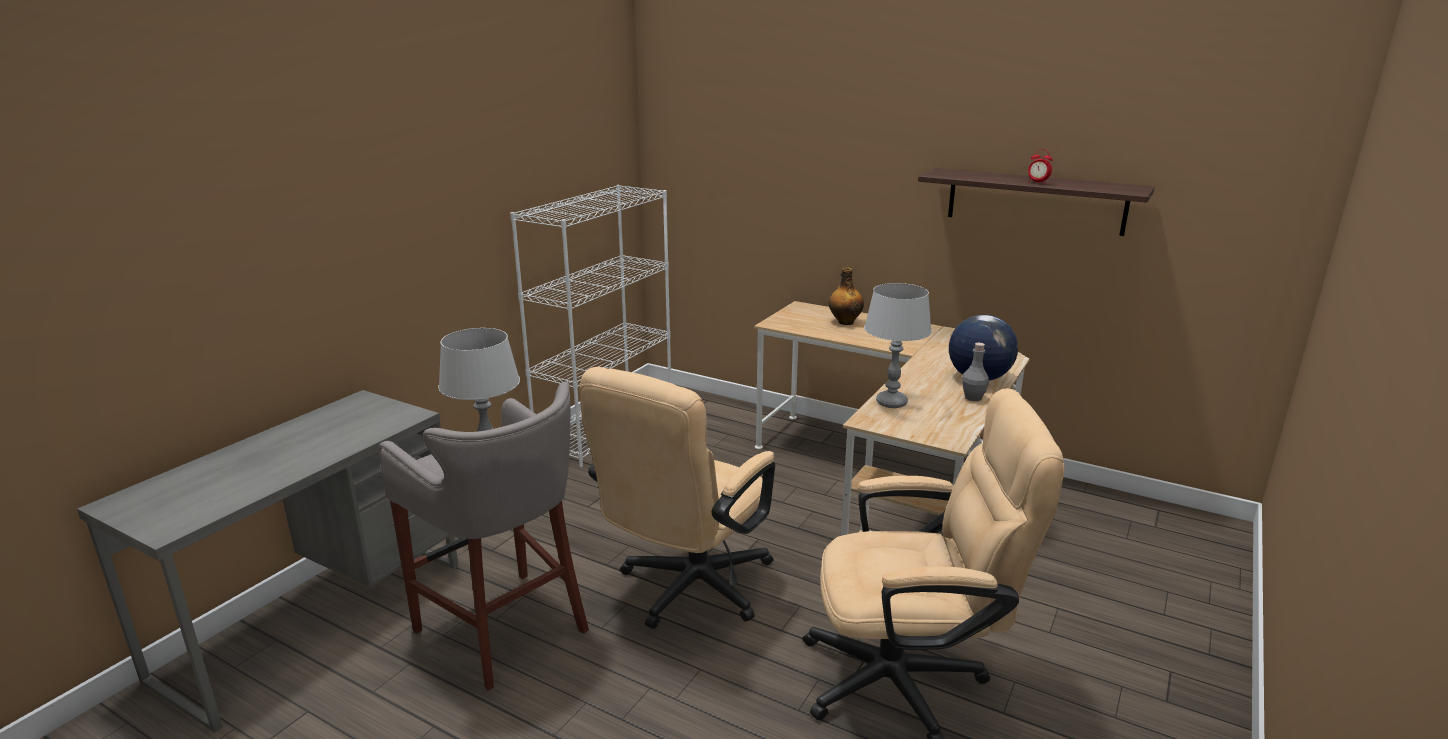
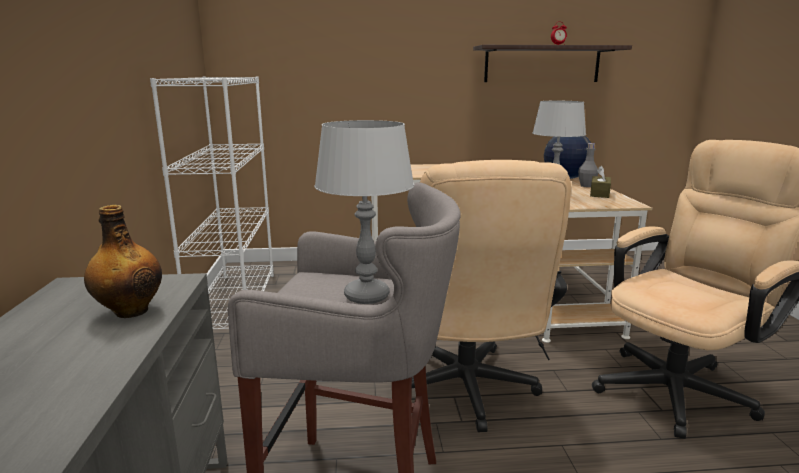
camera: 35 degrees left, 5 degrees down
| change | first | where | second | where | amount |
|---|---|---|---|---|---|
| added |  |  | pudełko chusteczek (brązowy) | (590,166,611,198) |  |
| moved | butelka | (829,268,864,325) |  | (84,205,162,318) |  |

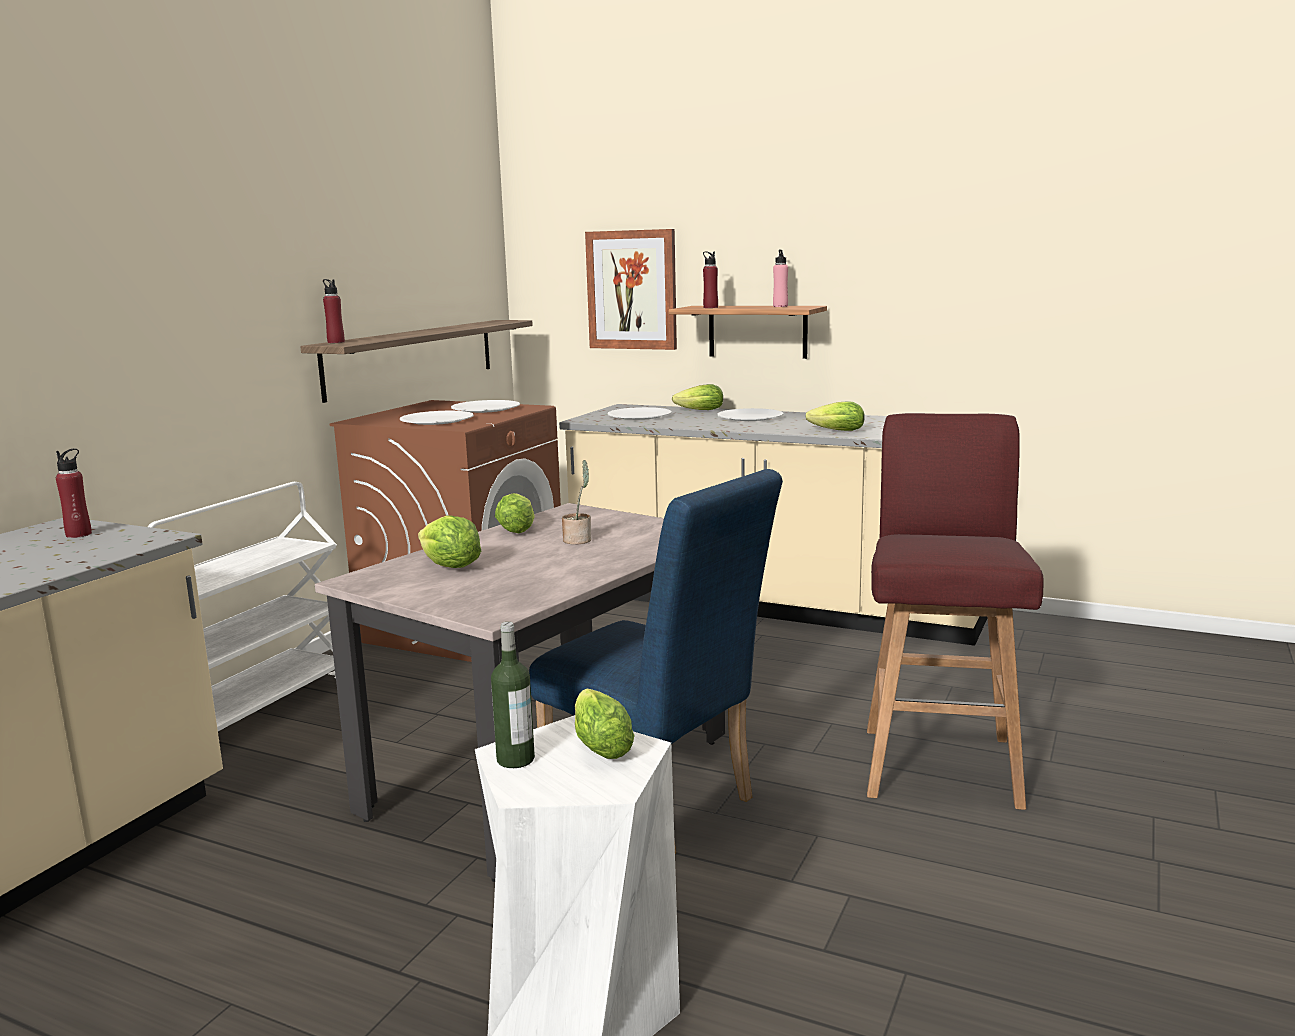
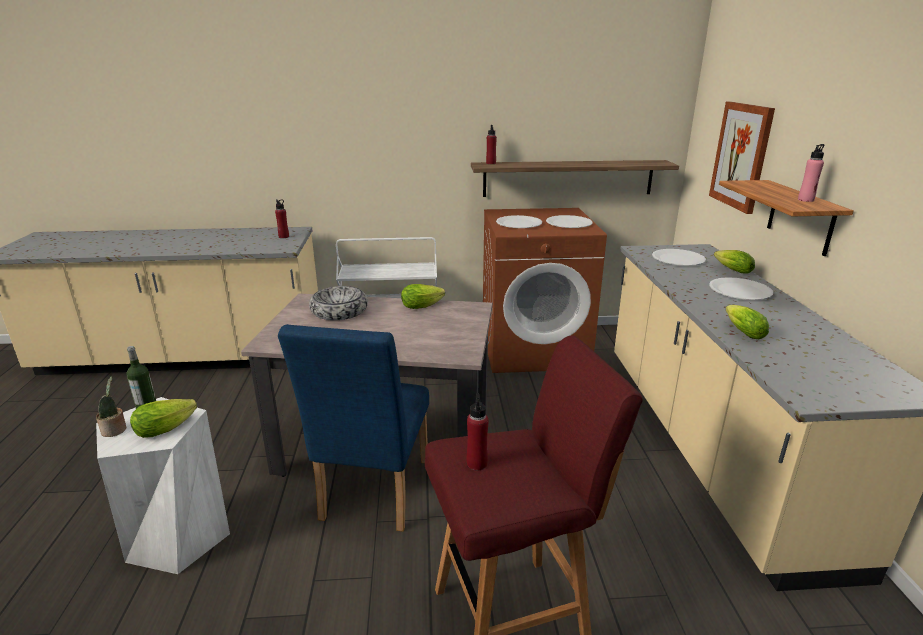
camera: 60 degrees right, 10 degrees up
| change | first | where | second | where | amount |
|---|---|---|---|---|---|
| moved | roślina doniczkowa | (562,460,591,545) |  | (96,376,126,437) |  |
| moved | butelka (czerwony) | (703,252,718,308) |  | (467,393,489,470) |  |
| replaced | sałata | (418,515,481,568) | miska | (309,286,368,320) |  |

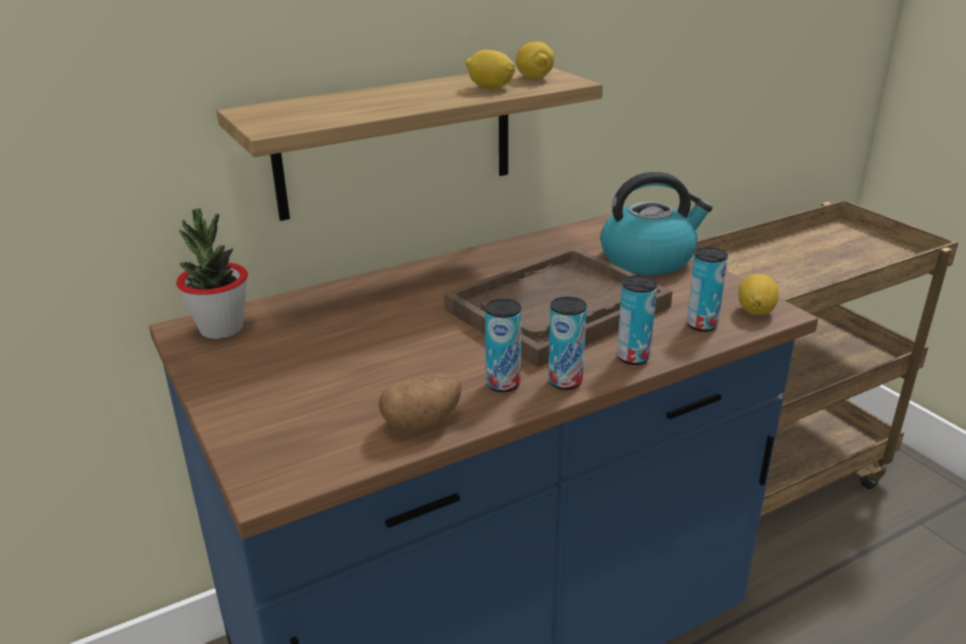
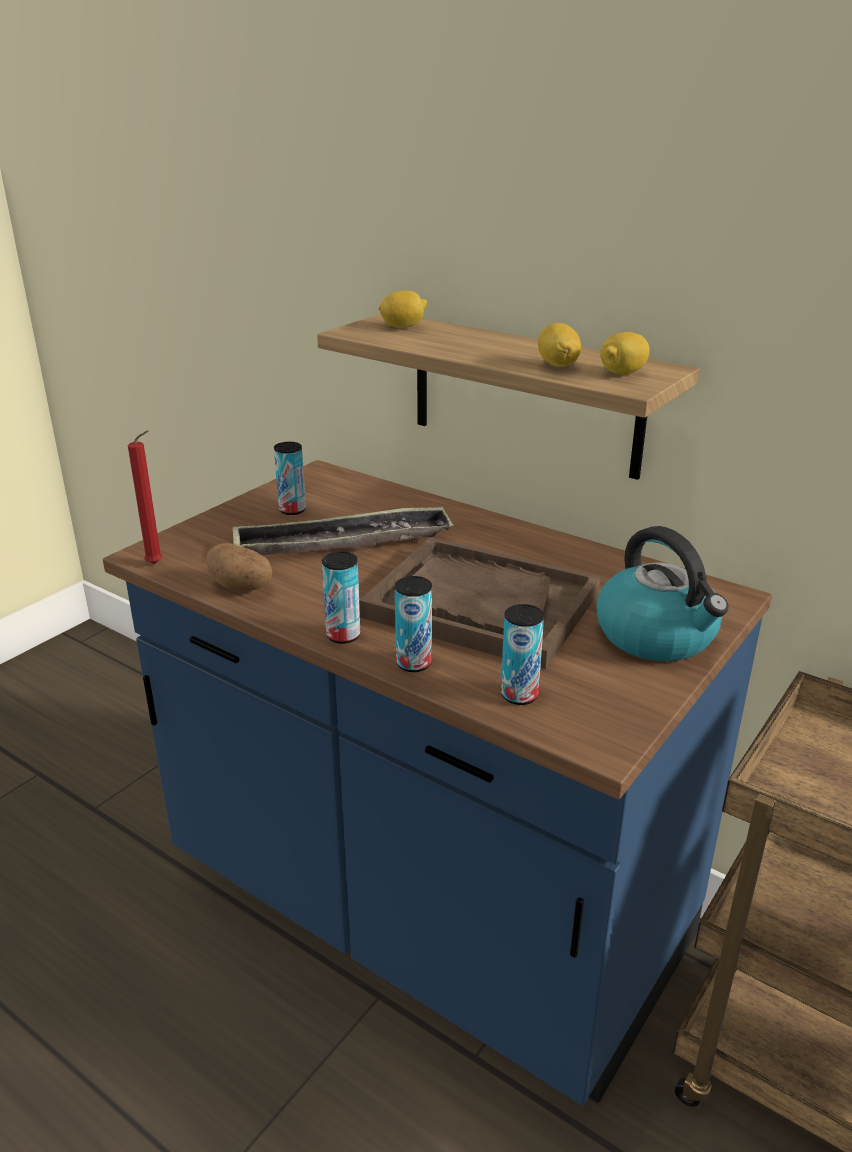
camera: 65 degrees right, 0 degrees up
| change | first | where | second | where | amount |
|---|---|---|---|---|---|
| removed | roślina doniczkowa | (176,208,248,339) |  |  |  |
| added |  |  | świeca (czerwony) | (128,430,163,564) |  |
| added |  |  | taca | (233,506,453,555) |  |
| moved | puszka | (485,299,521,392) |  | (274,442,306,515) |  |
| moved | cytryna | (739,274,779,315) |  | (379,290,427,328) |  |

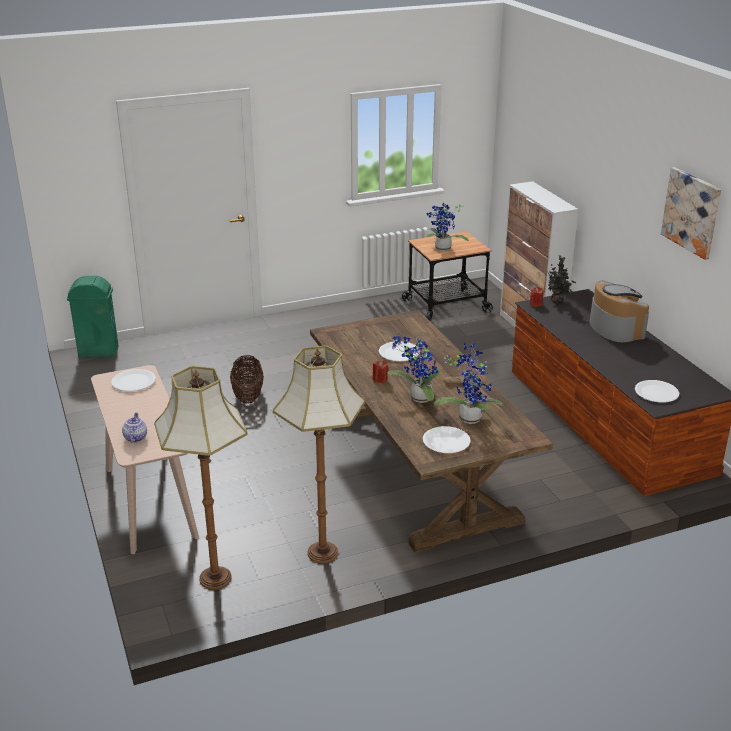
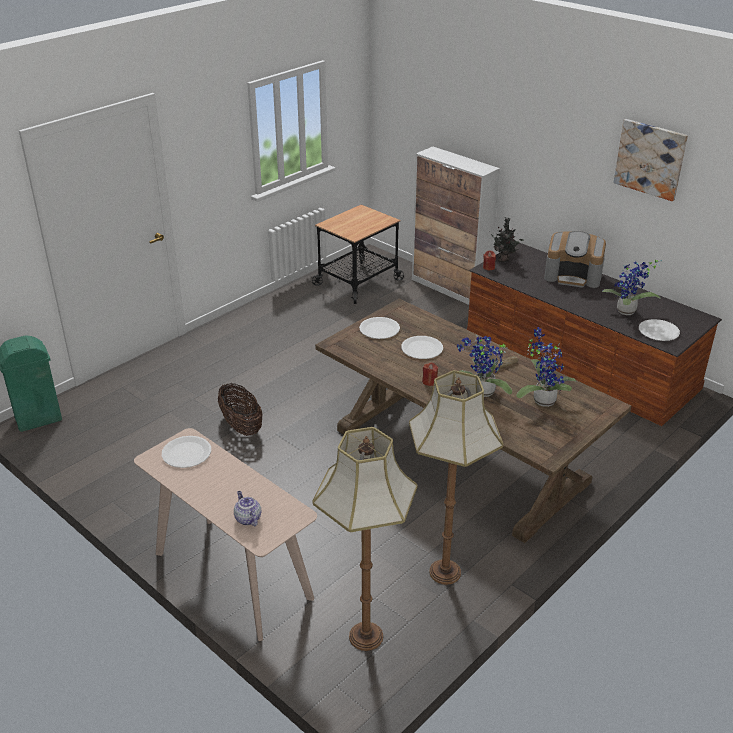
camera: 25 degrees left, 5 degrees up
| change | first | where | second | where | amount |
|---|---|---|---|---|---|
| moved | talerz (biały) | (423,426,471,453) |  | (359,317,400,339) |  |
| moved | roślina doniczkowa | (426,203,469,251) |  | (602,259,662,315) |  |
| turned | ekspres do kawy | (590,280,649,342) |  | (544,231,606,288) | 150 degrees clockwise |

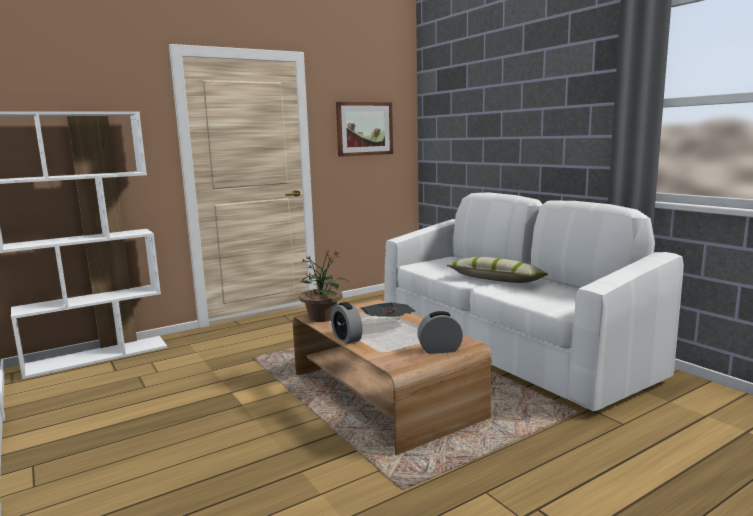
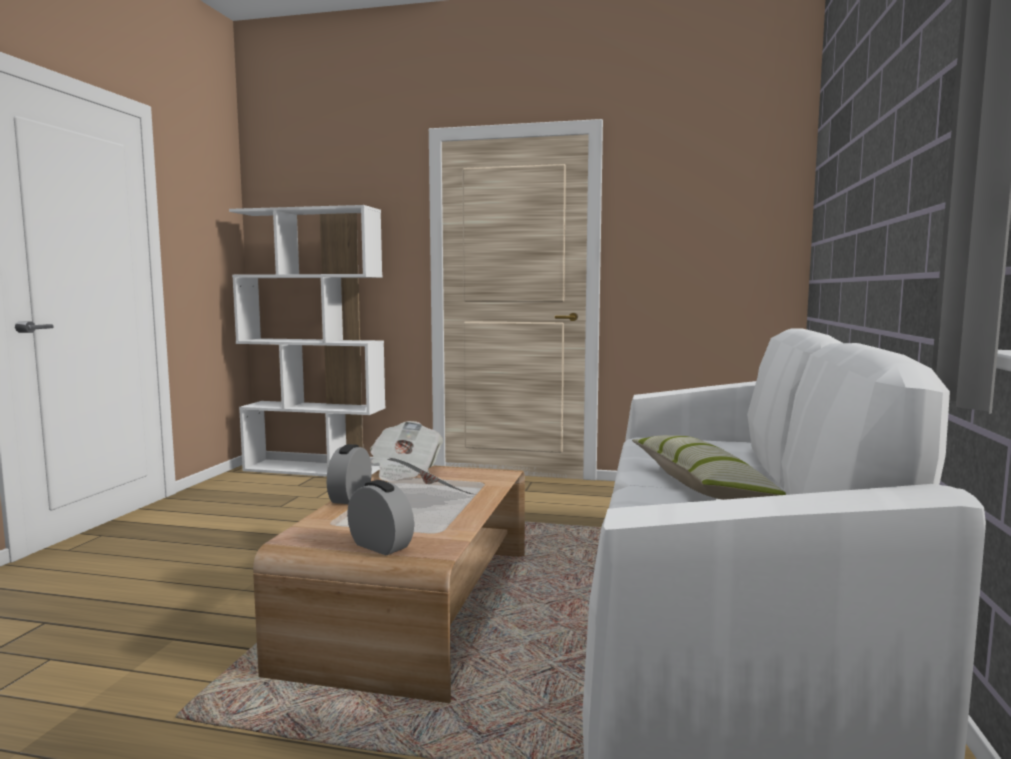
camera: 45 degrees right, 5 degrees down
| change | first | where | second | where | amount |
|---|---|---|---|---|---|
| removed | obraz | (336,102,393,157) |  |  |  |
| replaced | roślina doniczkowa | (299,250,346,322) | gazeta | (370,421,443,481) |  |

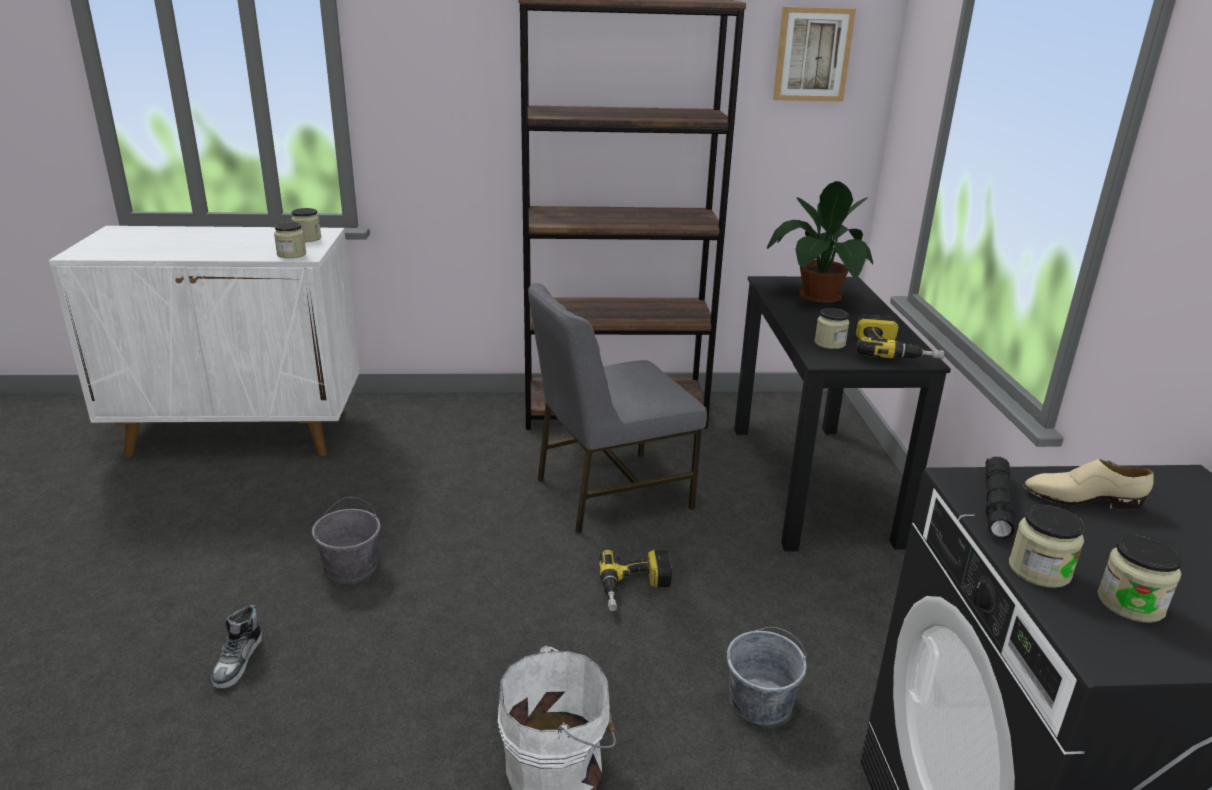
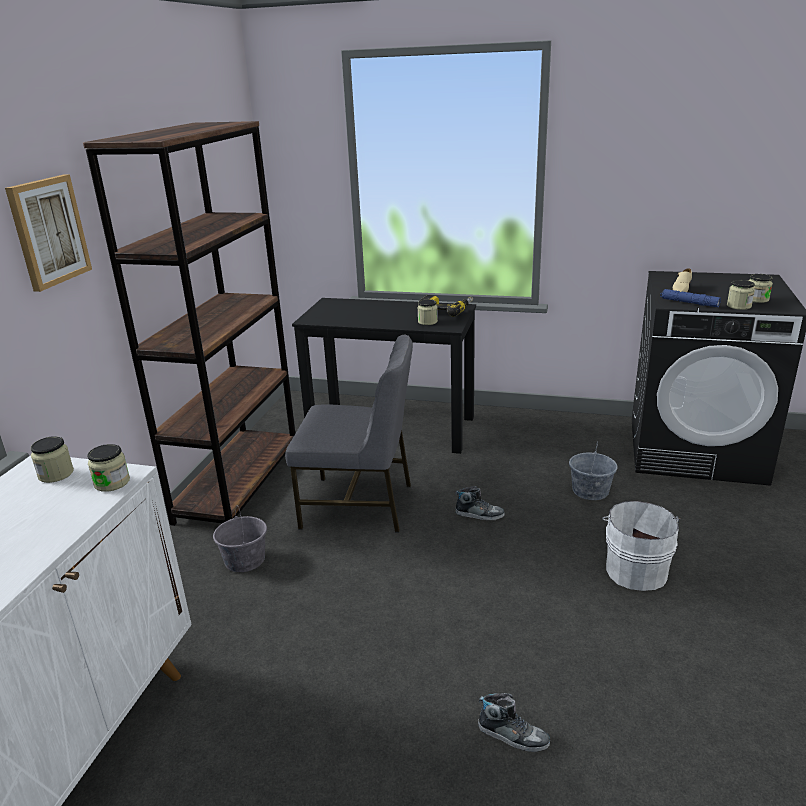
camera: 70 degrees left, 0 degrees up
| change | first | where | second | where | amount |
|---|---|---|---|---|---|
| removed | roślina doniczkowa | (767,181,873,303) |  |  |  |
| moved | wiadro (szary) | (312,497,381,582) |  | (213,506,267,572) |  |
| moved | obraz | (773,7,856,101) |  | (5,175,92,292) |  |
| replaced | wiertarka | (599,550,672,611) | but | (455,486,505,520) |  |
| recoloured | latarka (czarny) | (985,457,1015,540) | latarka (niebieski) | (660,289,721,307) |  |
| turned | krzesło (szary) | (528,283,707,534) |  | (285,335,413,533) | 75 degrees counterclockwise |

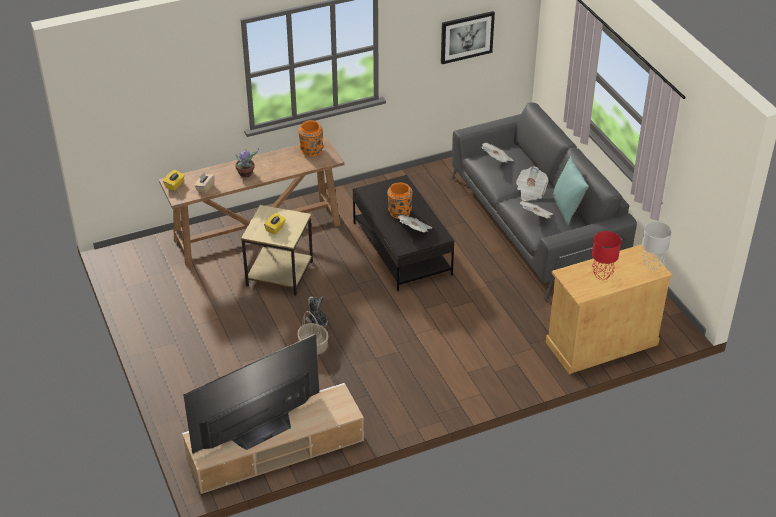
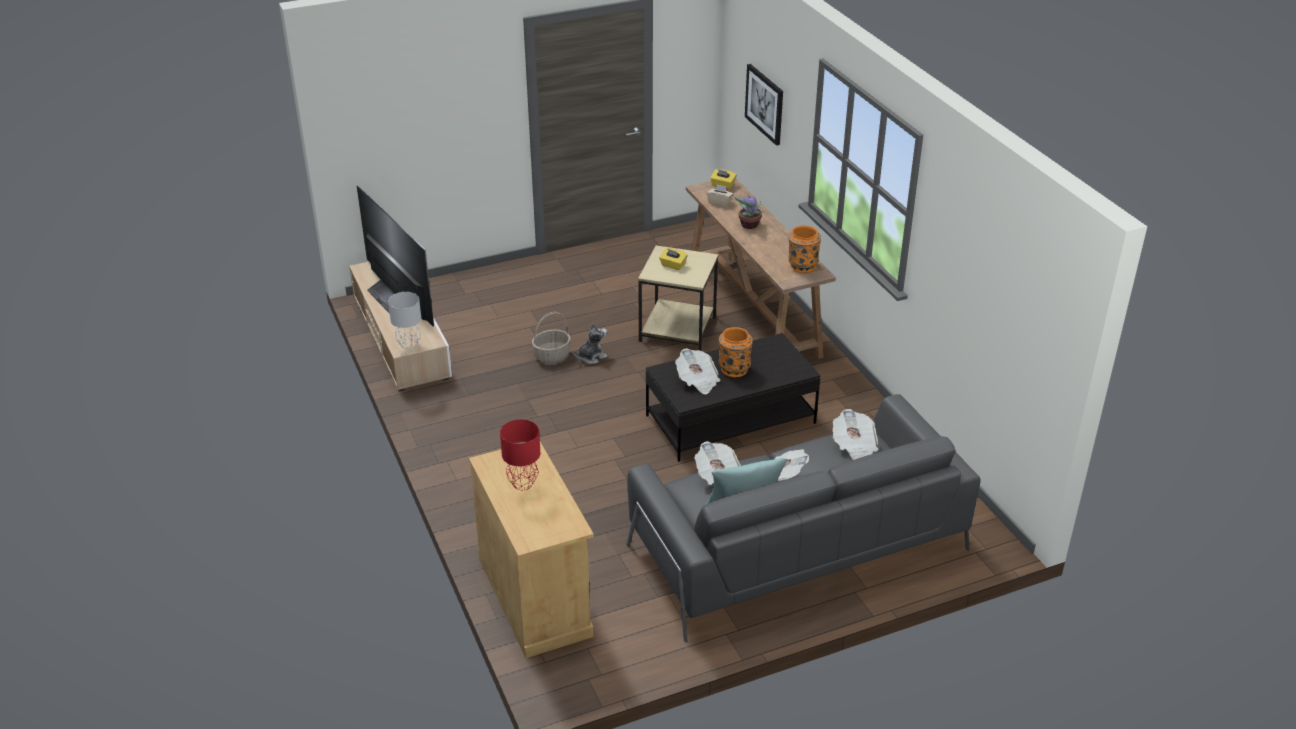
camera: 90 degrees right, 5 degrees down
| change | first | where | second | where | amount |
|---|---|---|---|---|---|
| moved | obraz | (441,11,495,64) |  | (745,64,783,146) |  |
| moved | lampa stołowa (szary) | (642,222,672,270) |  | (388,292,421,350) |  |

